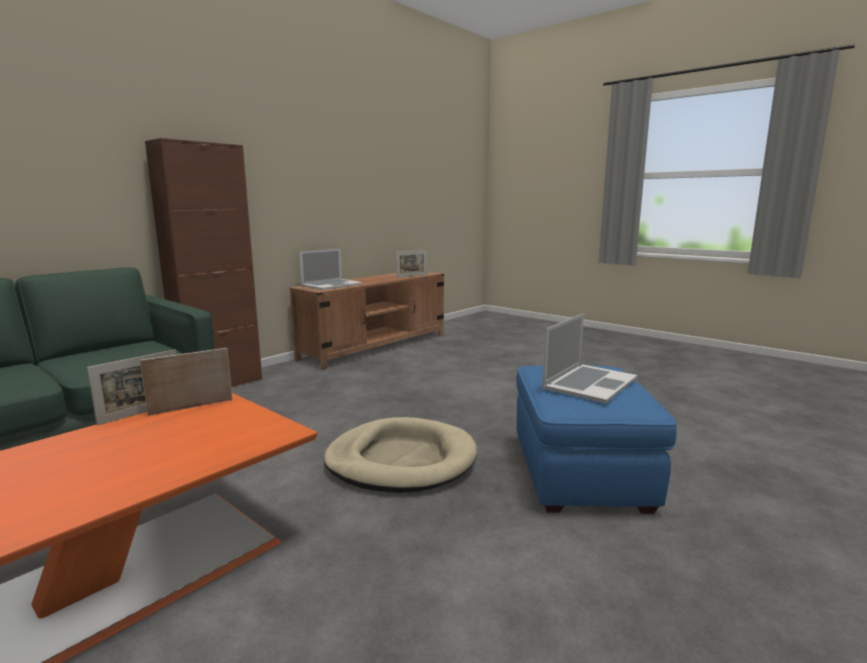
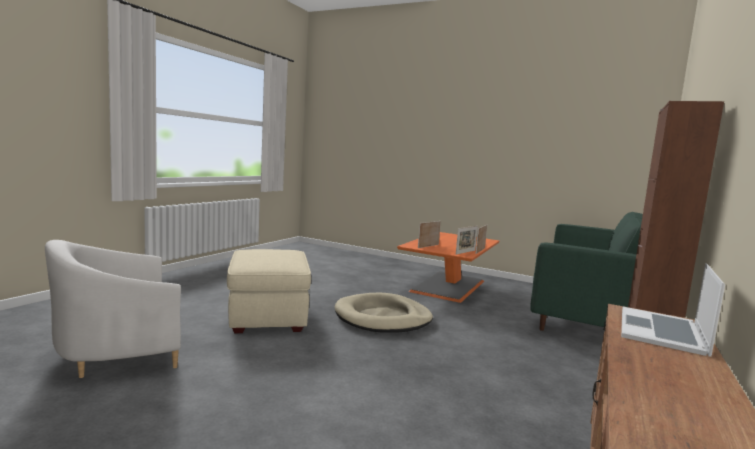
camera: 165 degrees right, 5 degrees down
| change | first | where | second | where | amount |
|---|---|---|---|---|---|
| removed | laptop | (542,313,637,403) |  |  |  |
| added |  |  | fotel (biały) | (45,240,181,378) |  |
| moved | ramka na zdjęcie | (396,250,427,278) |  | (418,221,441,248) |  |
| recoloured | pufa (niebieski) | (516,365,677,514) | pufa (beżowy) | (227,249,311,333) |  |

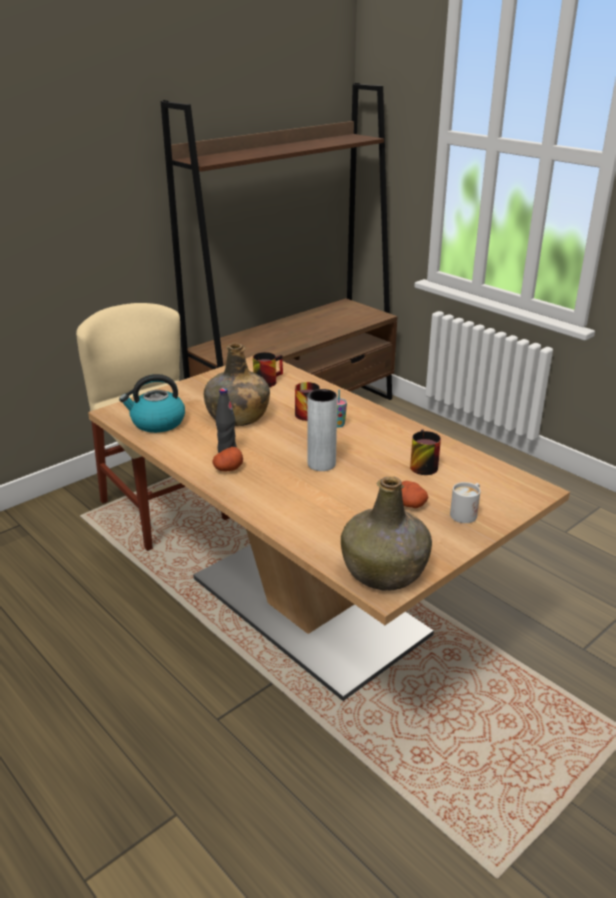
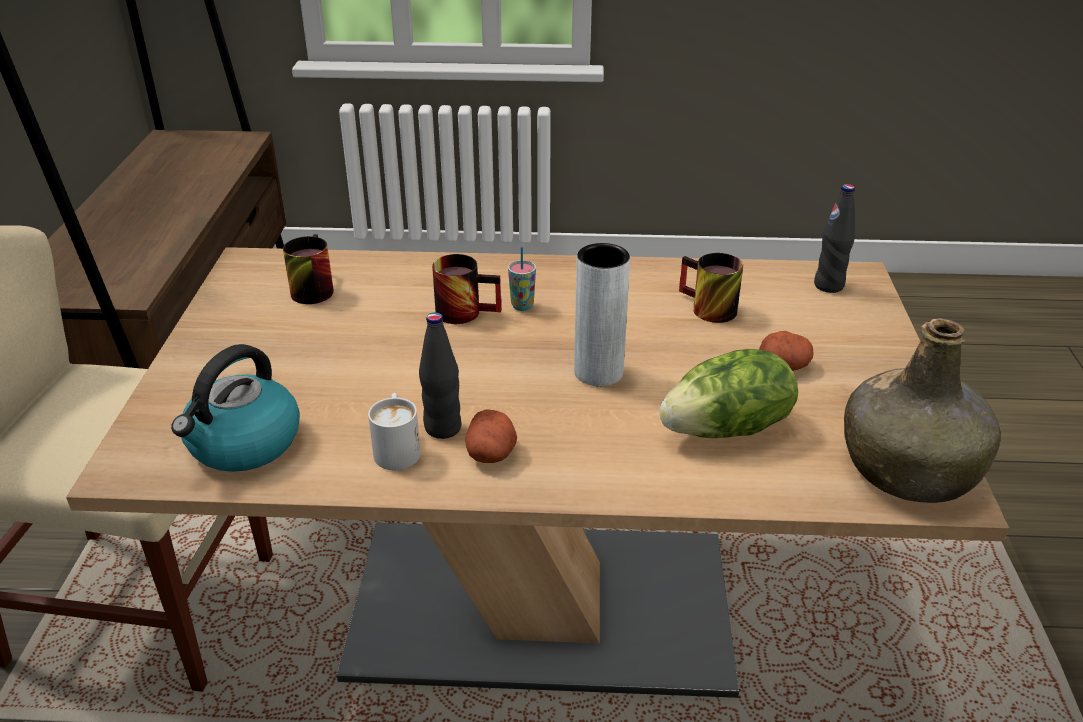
camera: 45 degrees left, 5 degrees up
| change | first | where | second | where | amount |
|---|---|---|---|---|---|
| removed | butelka (zielony) | (204,343,270,426) |  |  |  |
| added |  |  | sałata | (659,349,798,438) |  |
| added |  |  | butelka (czarny) | (814,184,855,293) |  |
| moved | kubek (biały) | (450,482,480,523) |  | (368,393,421,470) |  |

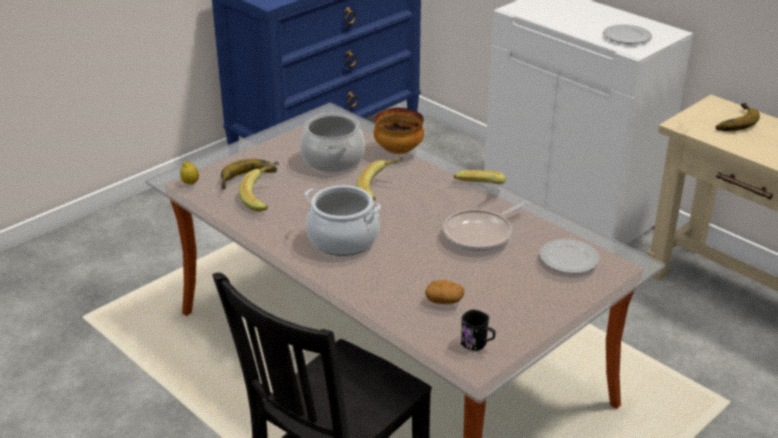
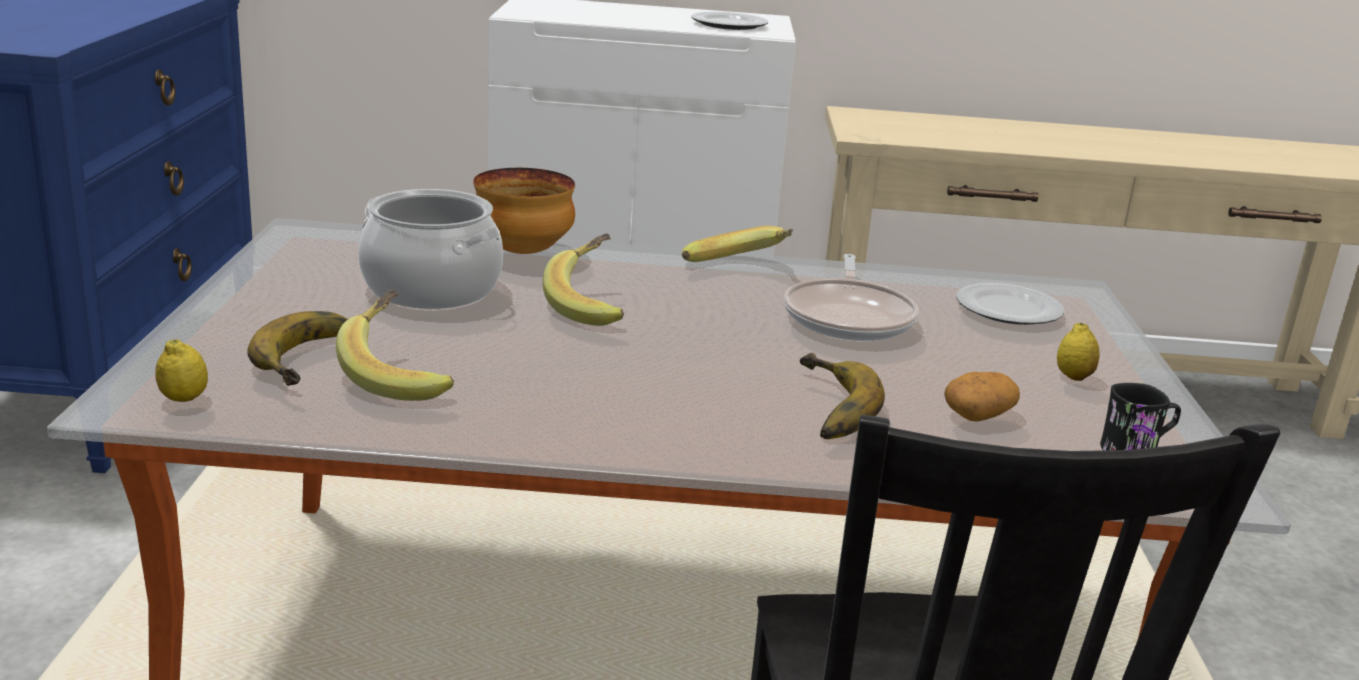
camera: 45 degrees left, 10 degrees down
| change | first | where | second | where | amount |
|---|---|---|---|---|---|
| removed | garnek | (304,185,381,256) |  |  |  |
| added |  |  | cytryna | (1057,323,1100,381) |  |
| moved | banan | (716,103,760,131) |  | (800,353,885,439) |  |

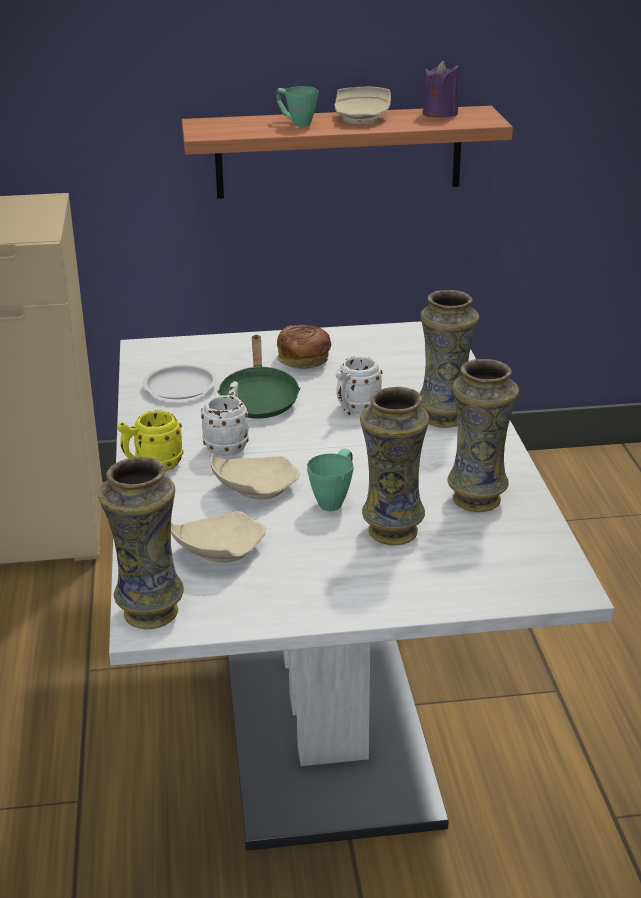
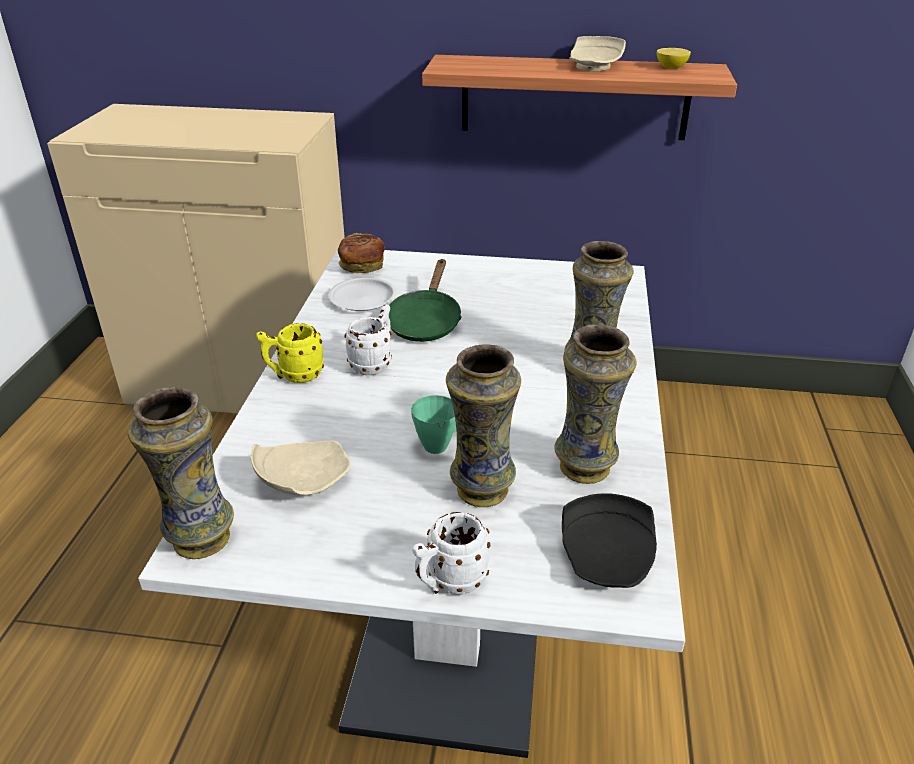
camera: 15 degrees right, 5 degrees up
| change | first | where | second | where | amount |
|---|---|---|---|---|---|
| removed | talerz (beżowy) | (210,454,300,500) |  |  |  |
| removed | kubek (zielony) | (275,86,318,127) |  |  |  |
| added |  |  | talerz (czarny) | (562,493,657,588) |  |
| moved | chleb | (277,325,331,369) |  | (338,233,385,273) |  |
| moved | kubek (biały) | (336,356,382,416) |  | (412,512,490,595) |  |
| replaced | świeca (fioletowy) | (423,61,460,118) | cytryna | (657,48,691,69) |  |

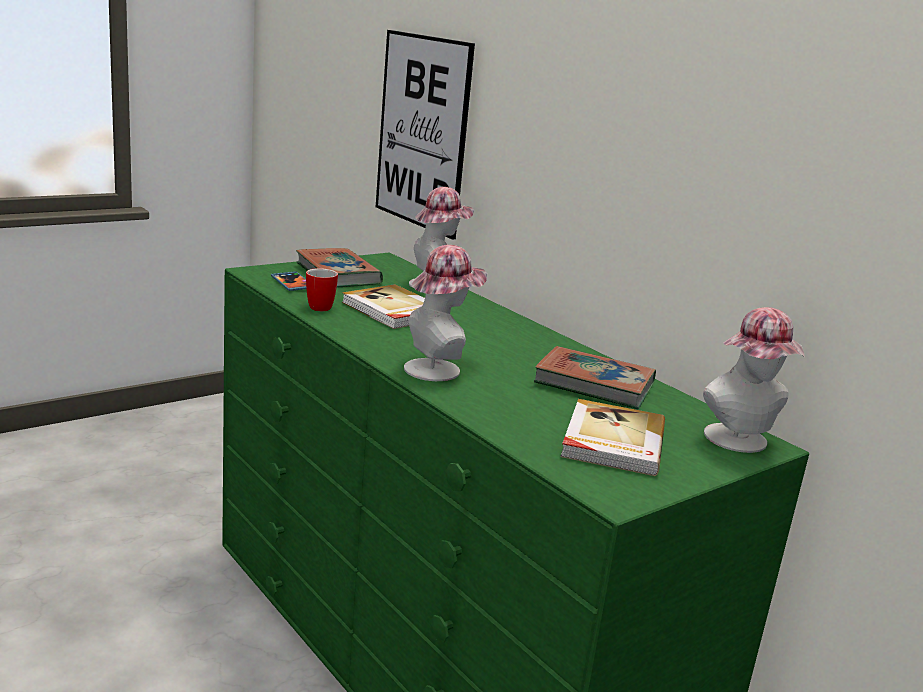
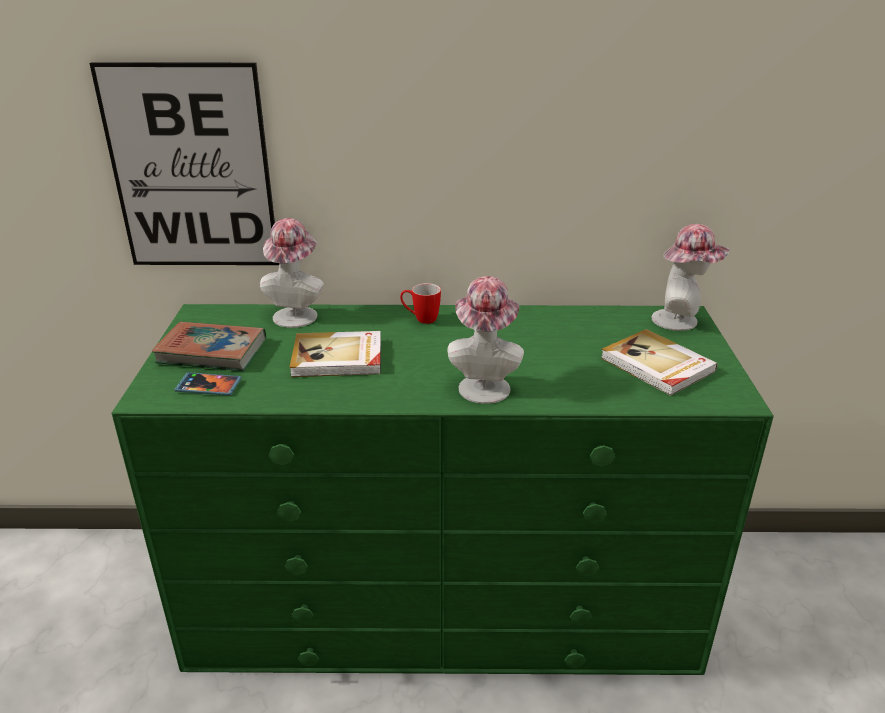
camera: 50 degrees left, 10 degrees up
| change | first | where | second | where | amount |
|---|---|---|---|---|---|
| removed | książka | (534,346,656,409) |  |  |  |
| moved | kubek | (306,268,338,311) |  | (400,283,441,324) |  |

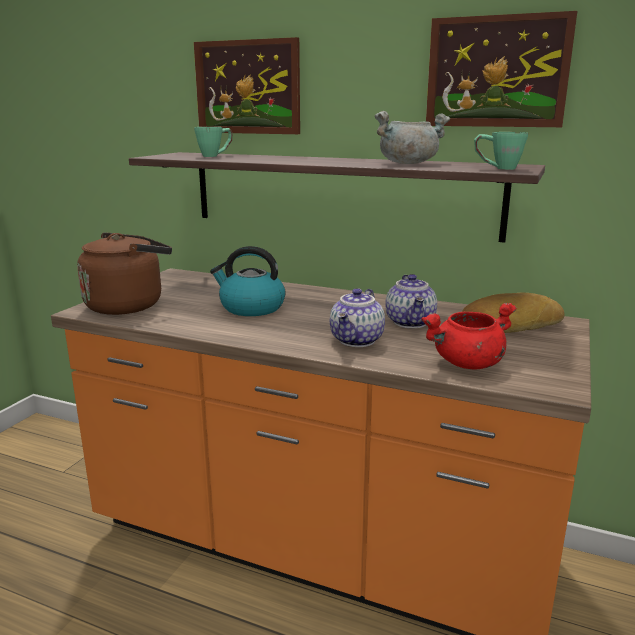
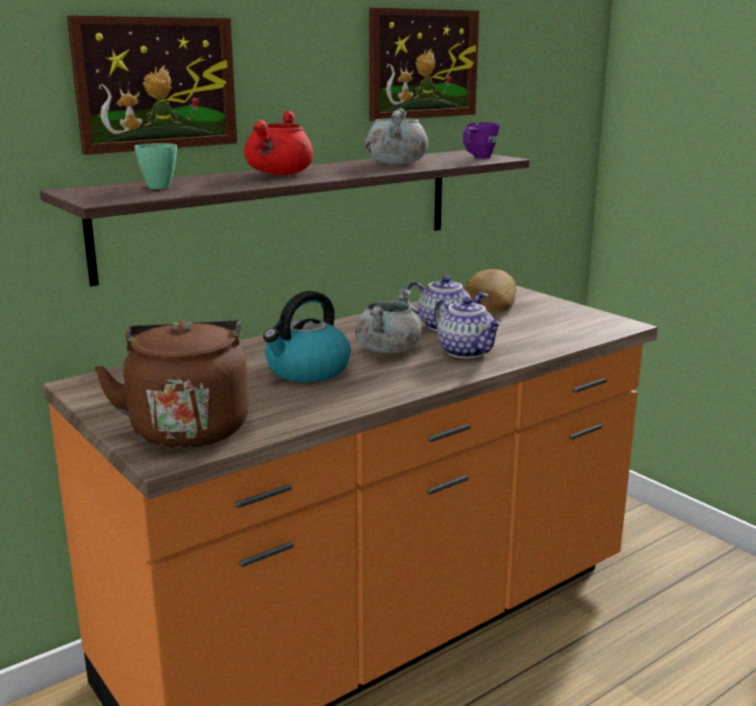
camera: 60 degrees left, 0 degrees up
| change | first | where | second | where | amount |
|---|---|---|---|---|---|
| added |  |  | garnek (szary) | (356,288,421,353) |  |
| moved | garnek (czerwony) | (421,303,517,369) |  | (244,110,313,175) |  |
| recoloured | kubek (zielony) | (474,132,528,170) | kubek (fioletowy) | (463,122,500,158) |  |

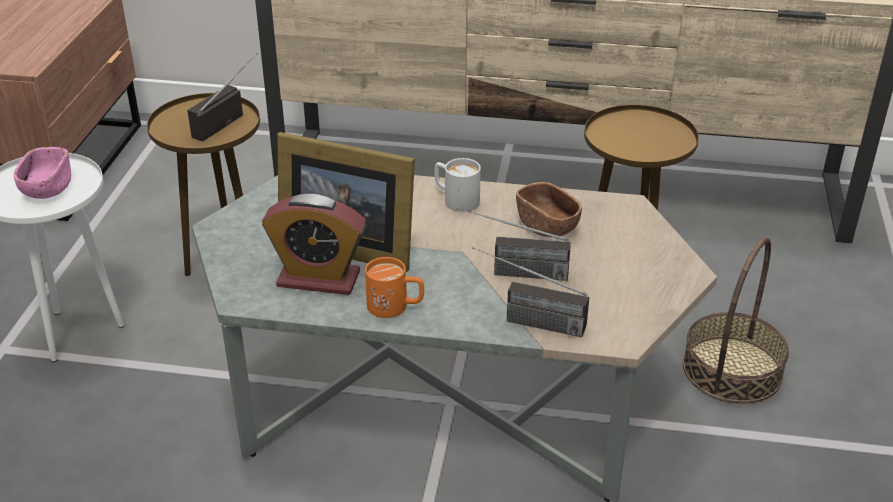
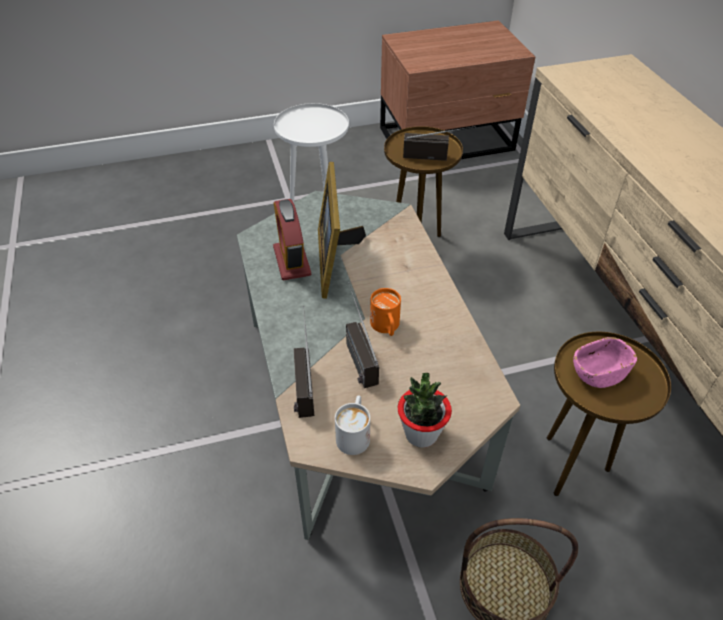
camera: 65 degrees right, 10 degrees up
| change | first | where | second | where | amount |
|---|---|---|---|---|---|
| removed | miska (brązowy) | (516,182,582,237) |  |  |  |
| added |  |  | roślina doniczkowa | (398,373,452,448) |  |
| moved | miska (różowy) | (14,147,71,199) |  | (573,337,637,388) |  |
| moved | kubek (pomarańczowy) | (365,257,424,318) |  | (370,288,401,336) |  |
| moved | kubek (biały) | (434,158,481,212) |  | (335,395,370,455) |  |

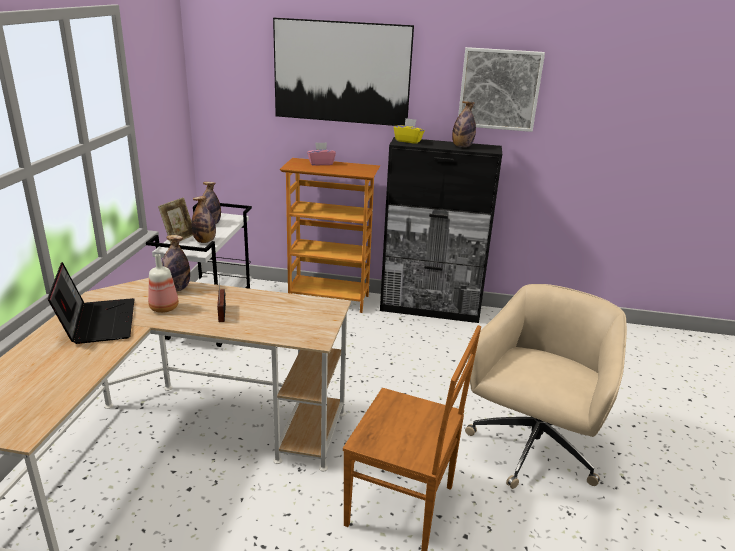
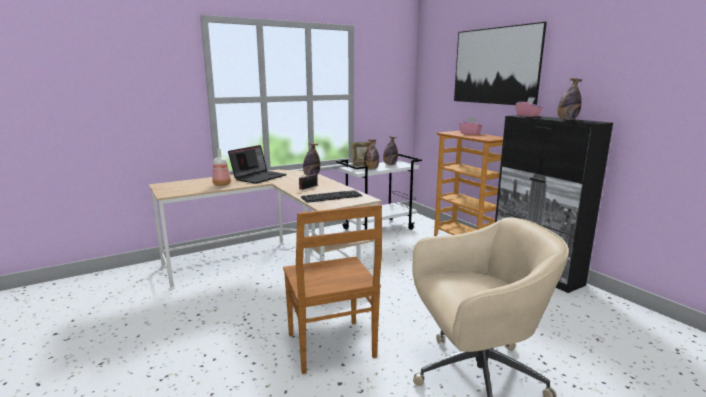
camera: 50 degrees right, 10 degrees down
| change | first | where | second | where | amount |
|---|---|---|---|---|---|
| removed | obraz | (458,47,545,132) |  |  |  |
| added |  |  | klawiatura | (301,190,363,203) |  |
| moved | butelka | (148,254,179,313) |  | (212,149,231,186) |  |
| recoloured | pudełko chusteczek (żółty) | (394,118,425,144) | pudełko chusteczek (różowy) | (516,97,543,117) |  |

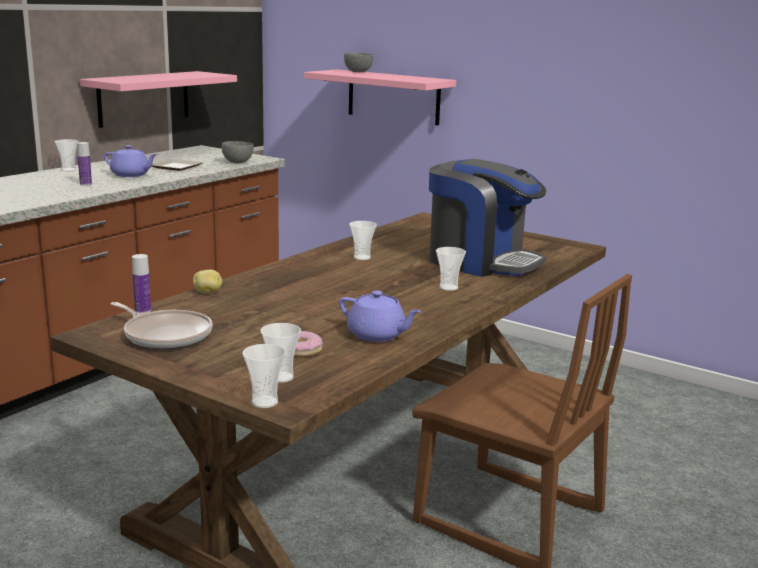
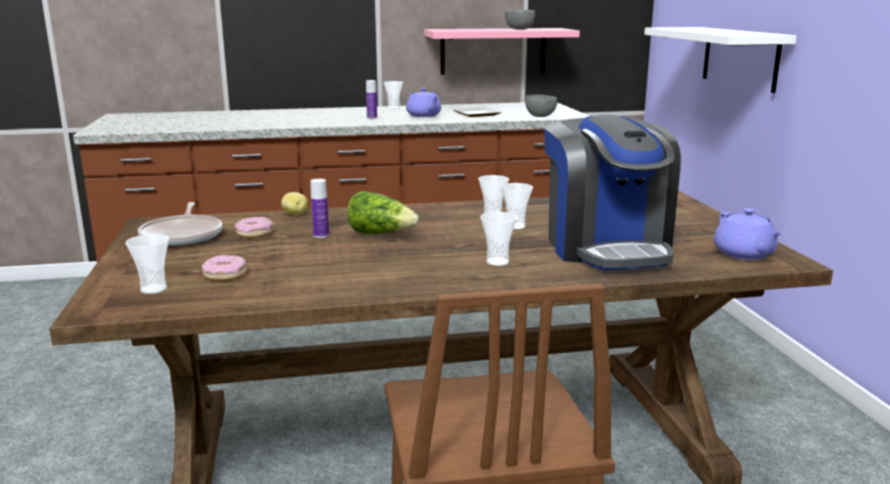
camera: 45 degrees right, 0 degrees up
| change | first | where | second | where | amount |
|---|---|---|---|---|---|
| added |  |  | donut | (235,217,274,238) |  |
| added |  |  | sałata | (347,191,419,234) |  |
| moved | butelka | (132,254,151,314) |  | (310,179,329,238) |  |
| moved | filiżanka | (242,344,286,408) |  | (501,183,533,229) |  |
| moved | imbryk (fioletowy) | (339,291,421,342) |  | (714,208,782,260) |  |
| moved | miska (szary) | (344,52,373,72) |  | (505,9,535,30) |  |
| recoloured | półka (różowy) | (304,69,456,125) | półka (biały) | (644,27,797,93) |  |

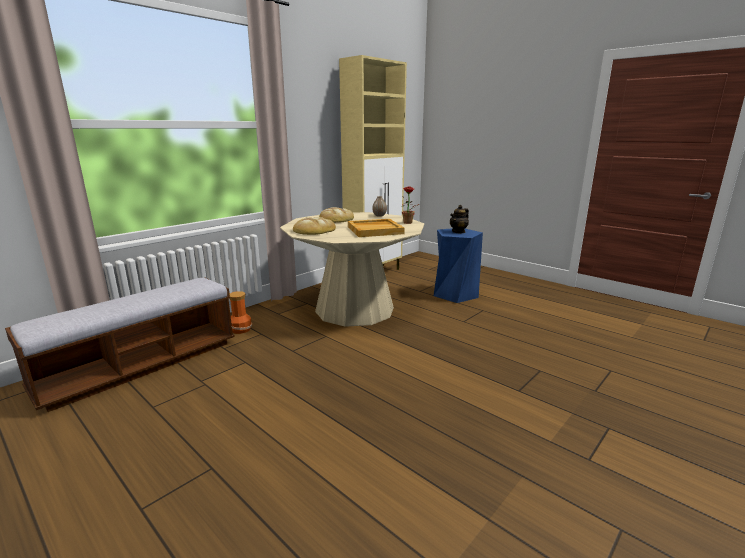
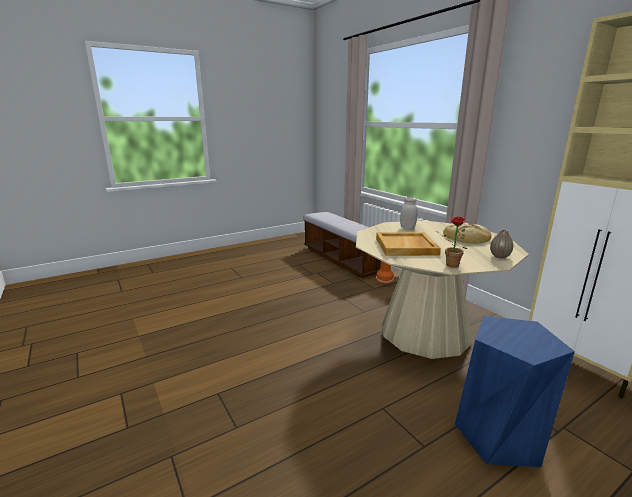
camera: 105 degrees right, 0 degrees up
| change | first | where | second | where | amount |
|---|---|---|---|---|---|
| removed | imbryk | (450,205,469,234) |  |  |  |
| replaced | chleb | (293,217,336,235) | słoik (biały) | (400,197,418,229) |  |

